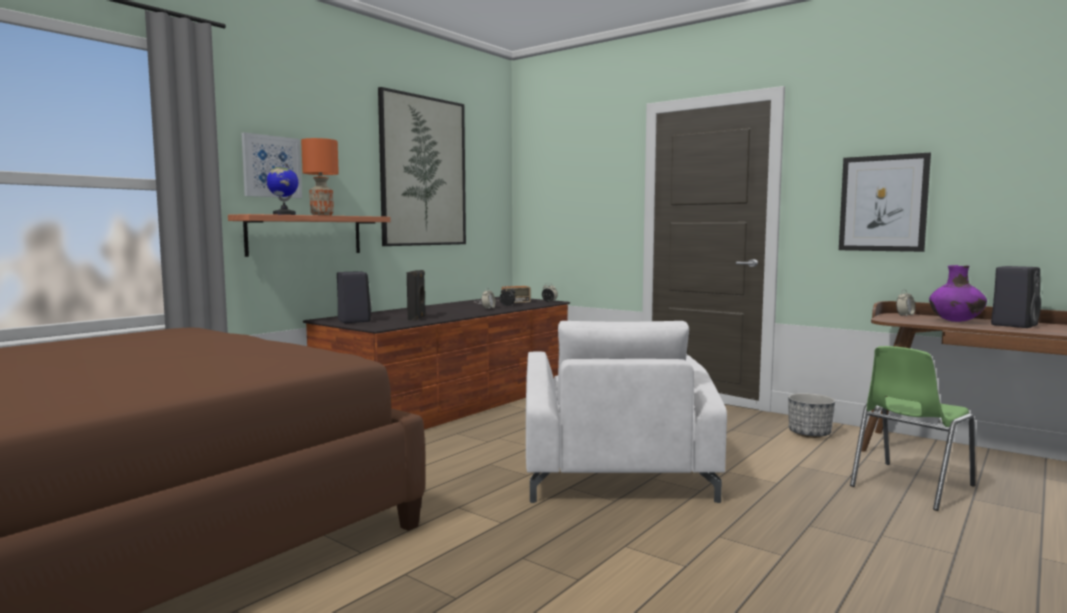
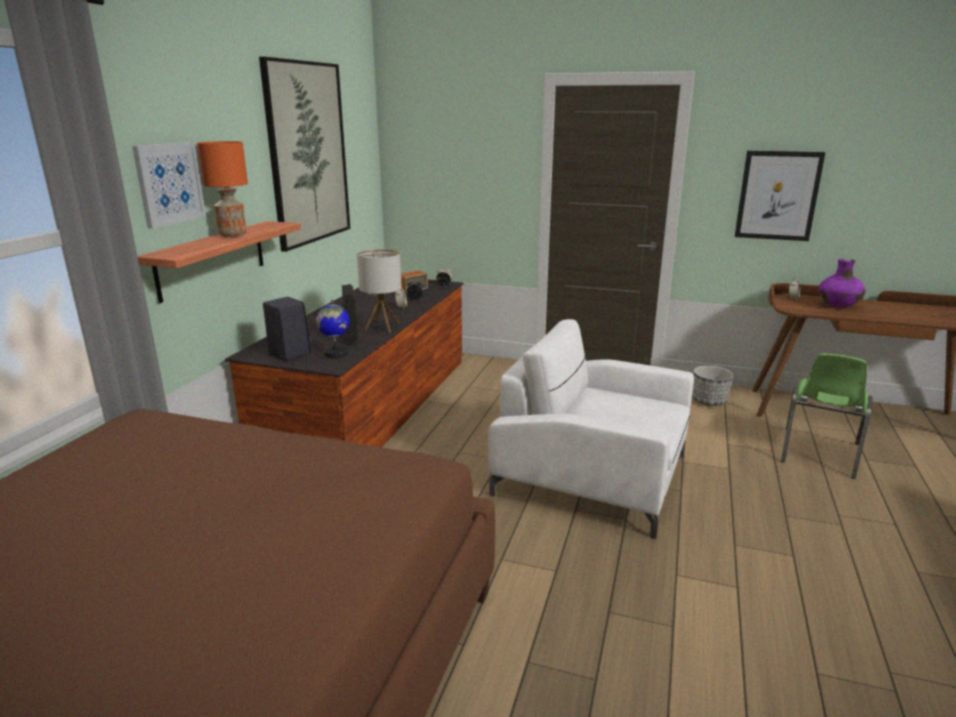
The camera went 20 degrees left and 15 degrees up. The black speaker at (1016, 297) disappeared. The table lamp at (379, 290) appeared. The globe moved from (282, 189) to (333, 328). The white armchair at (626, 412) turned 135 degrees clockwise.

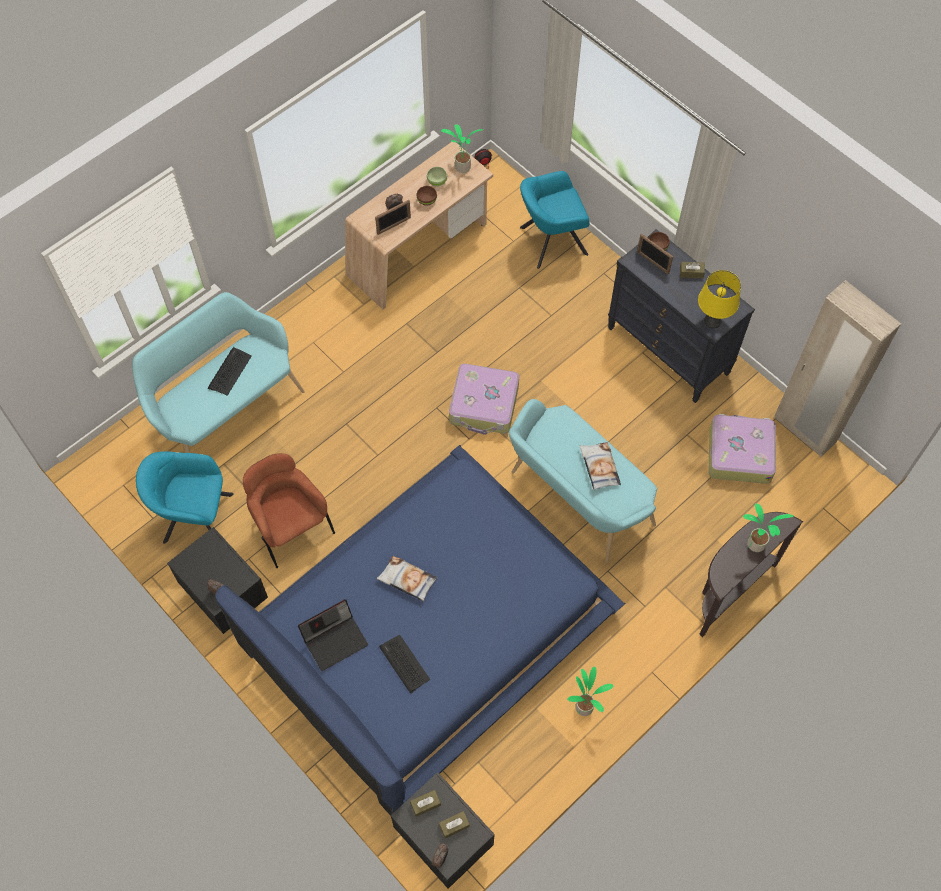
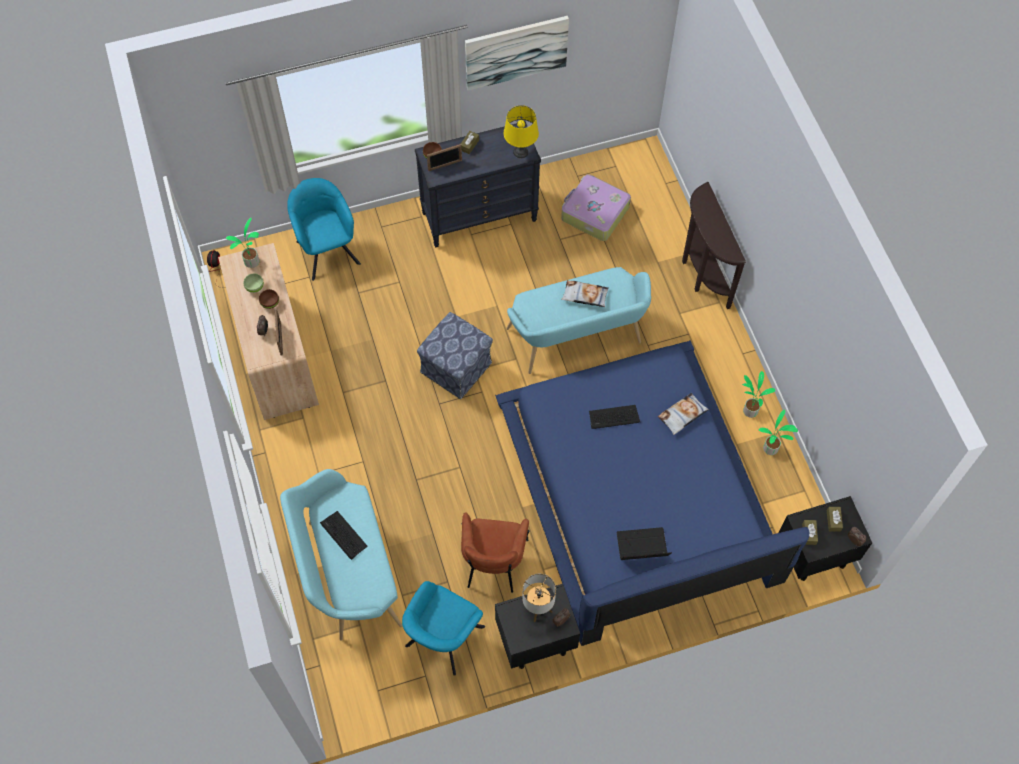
The camera went 65 degrees left and 0 degrees up. The beige wardrobe at (837, 368) disappeared. The picture at (517, 53) appeared. The table lamp at (539, 598) appeared. The pillow moved from (407, 579) to (683, 414). The keyboard moved from (404, 664) to (614, 417). The potted plant moved from (768, 527) to (778, 432). The suitcase at (484, 399) was replaced by the ottoman at (455, 355). The brown armchair at (289, 510) turned 75 degrees counterclockwise. The laptop at (333, 635) turned 90 degrees counterclockwise. The turquoise armchair at (555, 220) turned 150 degrees clockwise.

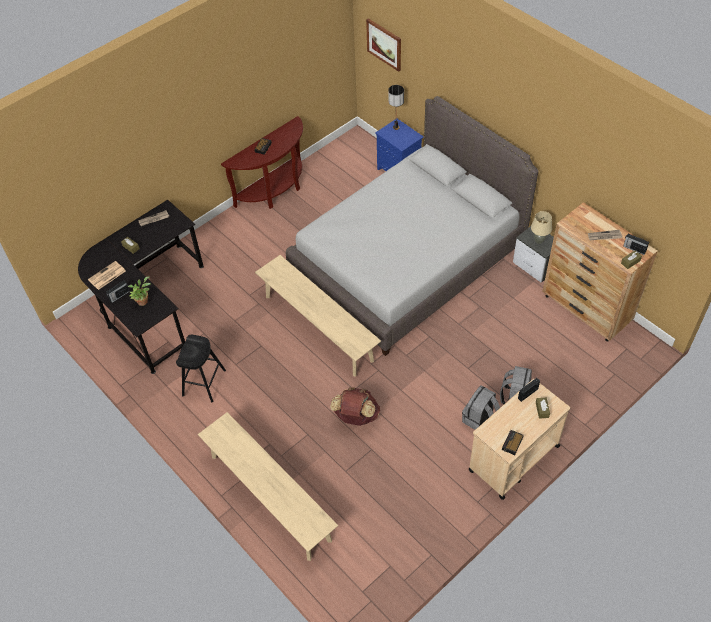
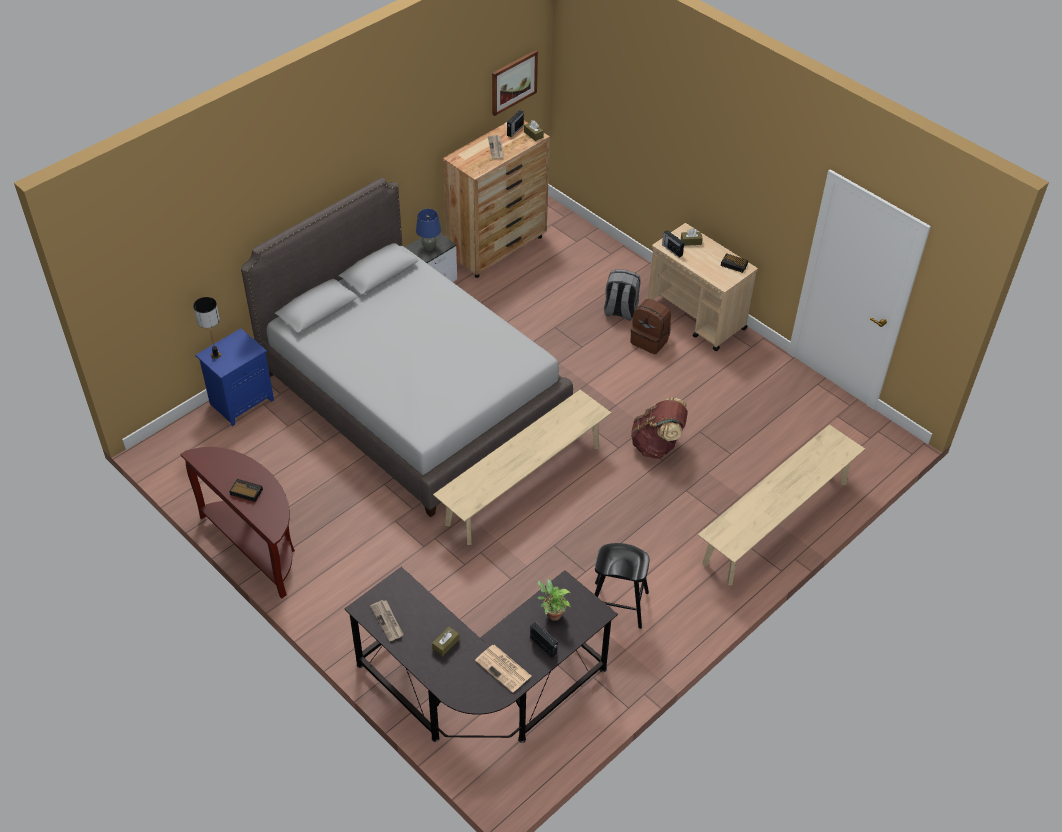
The camera went 95 degrees left and 5 degrees down. The picture moved from (383, 45) to (515, 83). The grey backpack at (481, 407) became the brown backpack at (650, 326). The beige table lamp at (541, 227) became the blue table lamp at (428, 230).

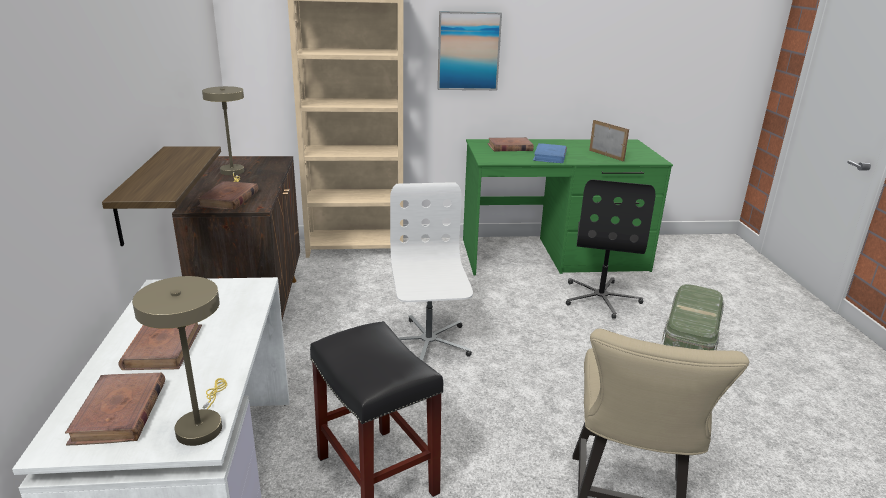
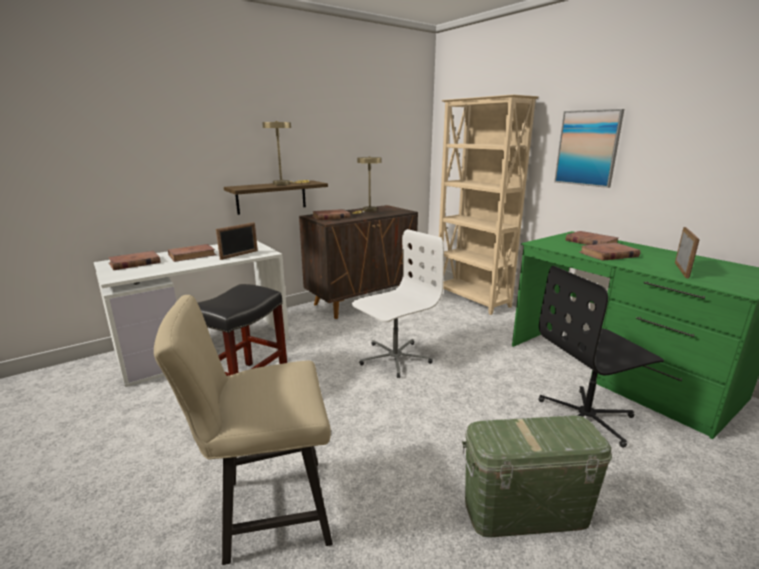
The camera went 60 degrees right and 5 degrees down. The picture frame at (237, 241) appeared. The beige table lamp moved from (179, 361) to (285, 153). The blue book at (550, 153) became the brown book at (610, 252).

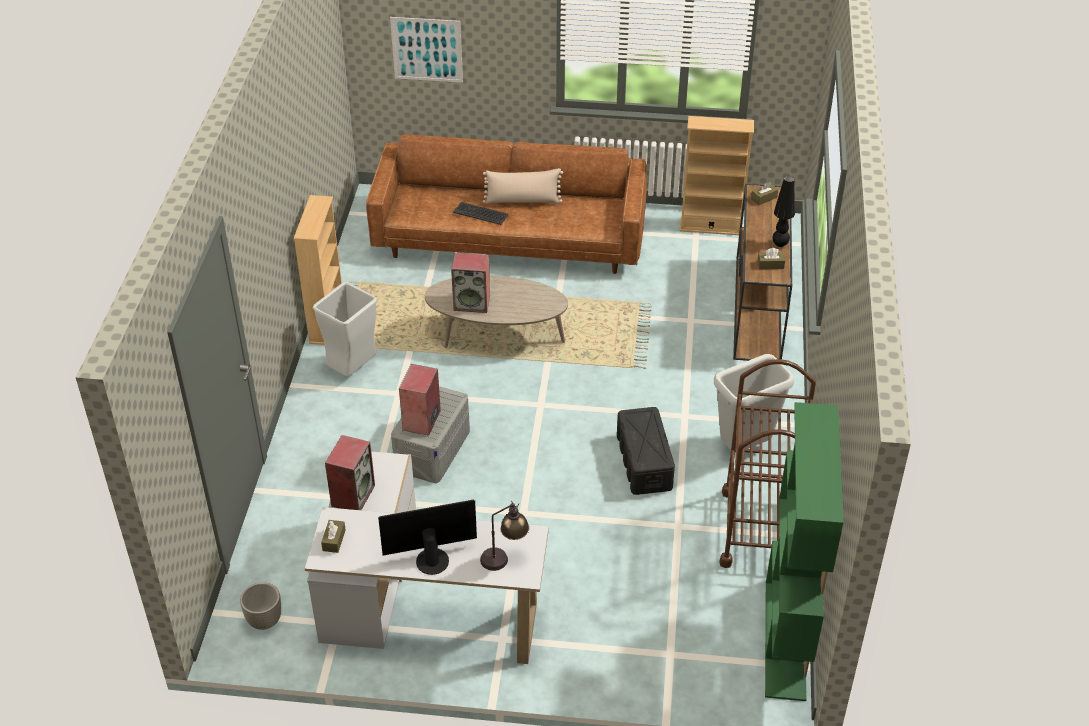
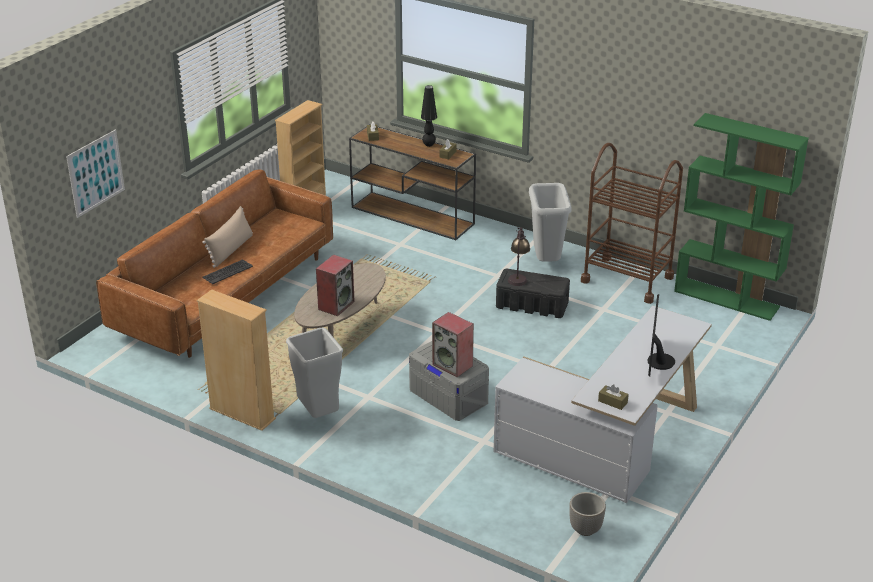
The camera went 65 degrees left and 10 degrees down. The speaker at (350, 472) disappeared. The table lamp moved from (504, 536) to (519, 256).

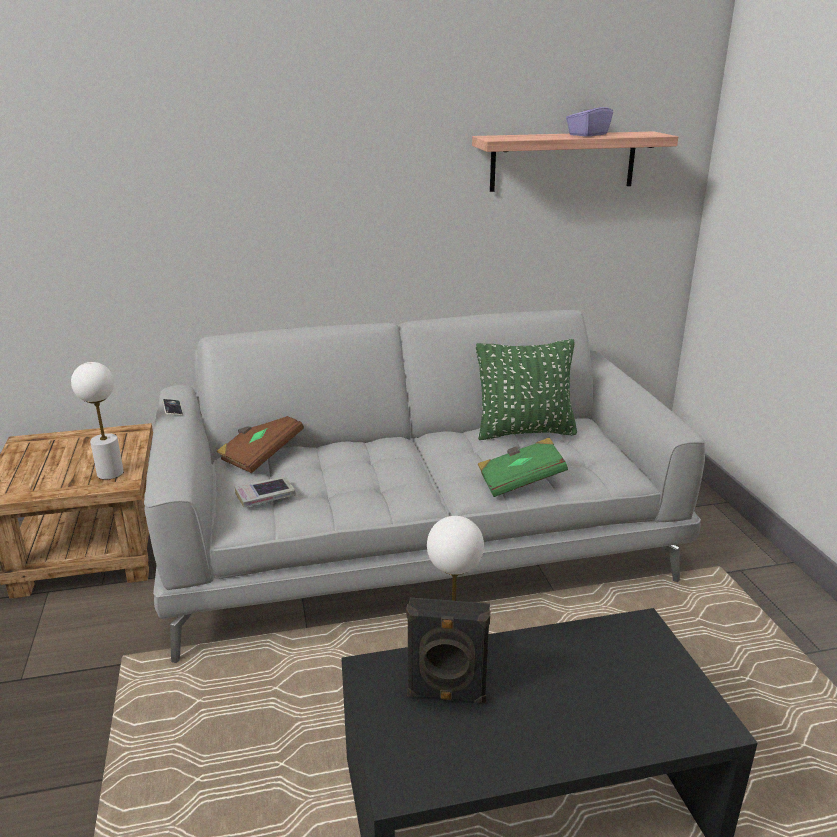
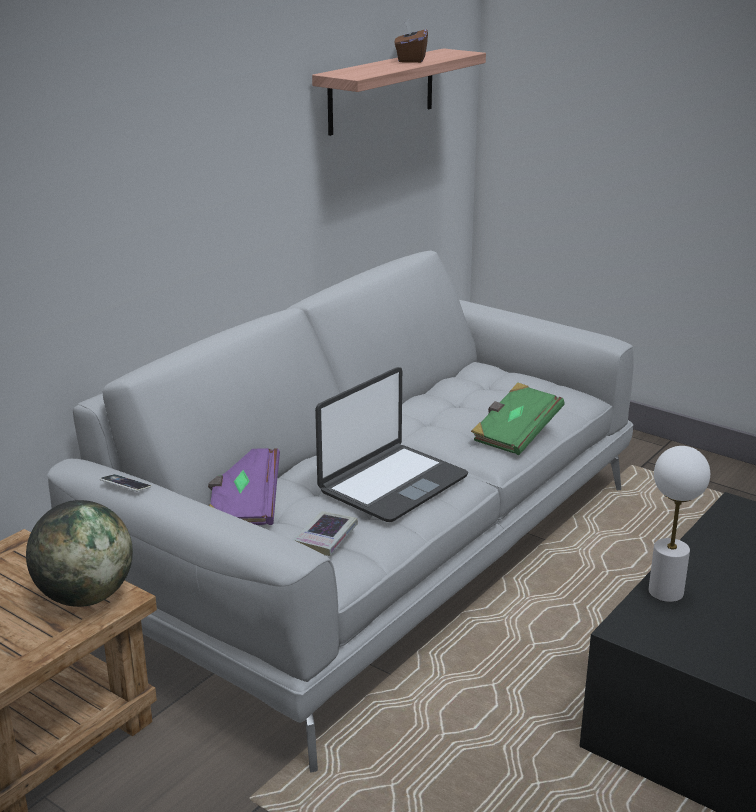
The camera went 40 degrees left and 0 degrees up. The black speaker at (448, 650) disappeared. The green pillow at (526, 389) disappeared. The laptop at (391, 444) appeared. The white table lamp at (97, 421) was replaced by the globe at (79, 553). The brown book at (260, 444) became the purple book at (244, 486). The purple tissue box at (589, 117) became the brown tissue box at (411, 41).

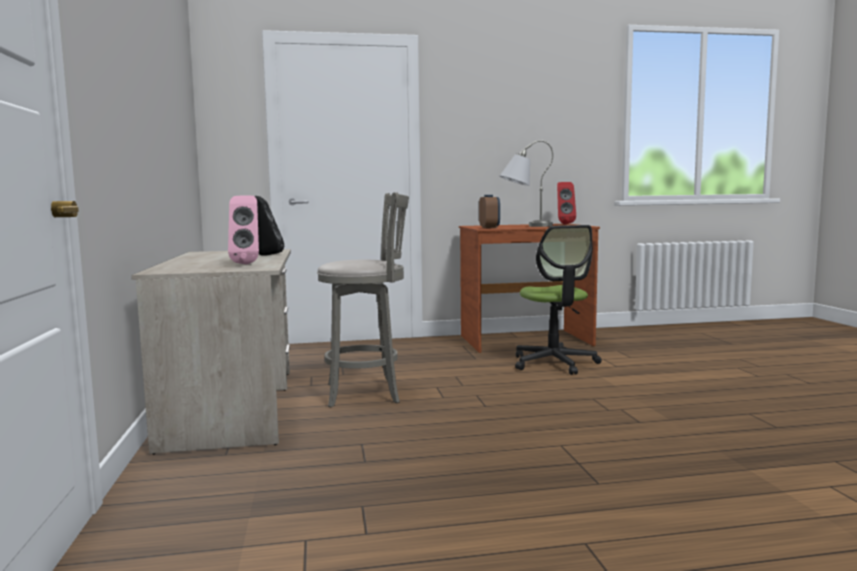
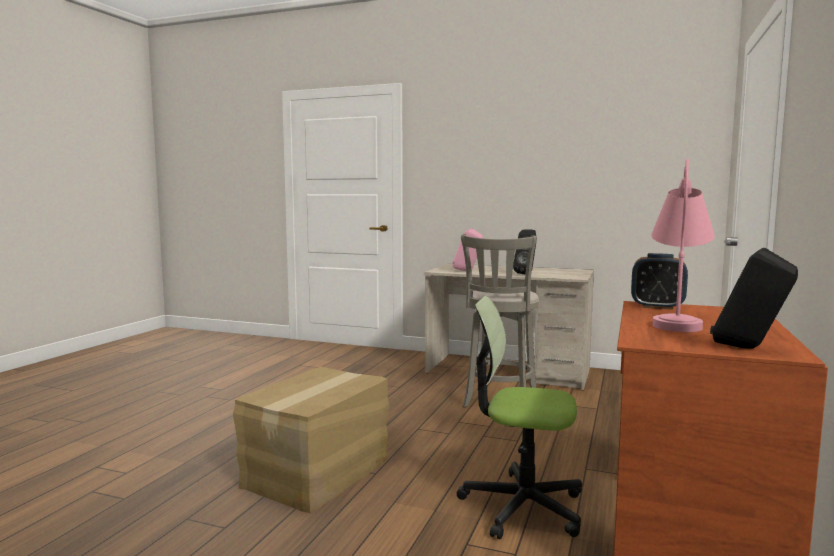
The camera went 120 degrees right and 0 degrees up. The cardboard box at (311, 440) appeared. The grey table lamp at (526, 183) became the pink table lamp at (683, 245). The red speaker at (566, 203) became the black speaker at (754, 298).

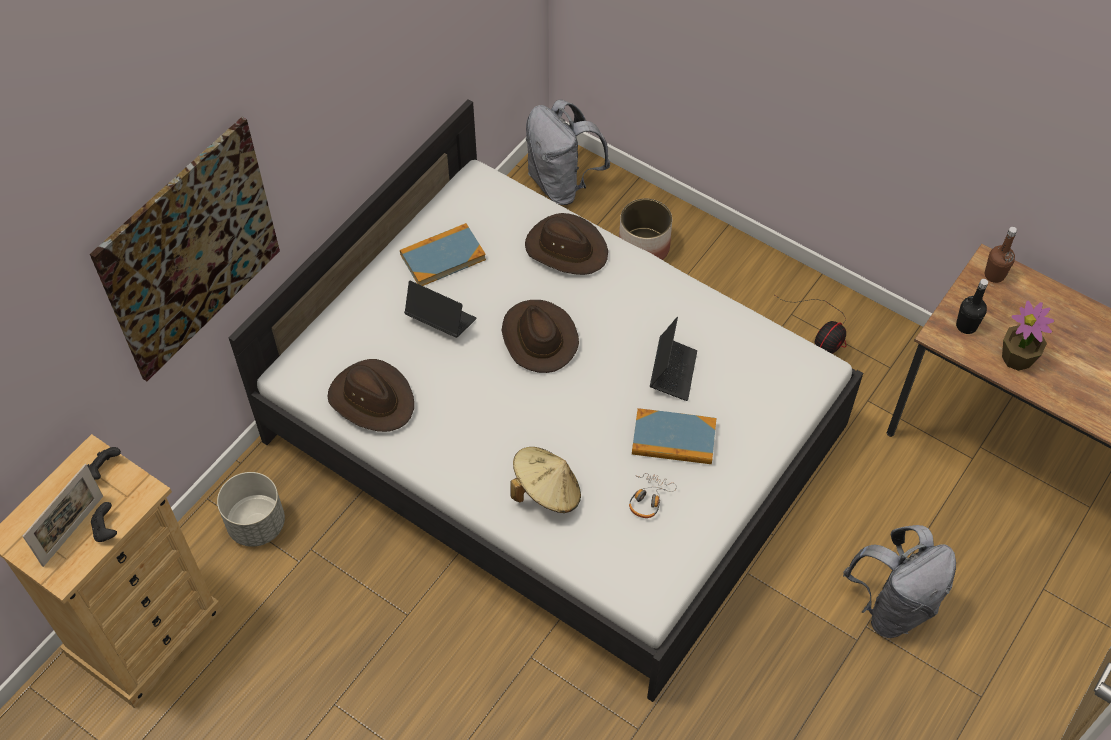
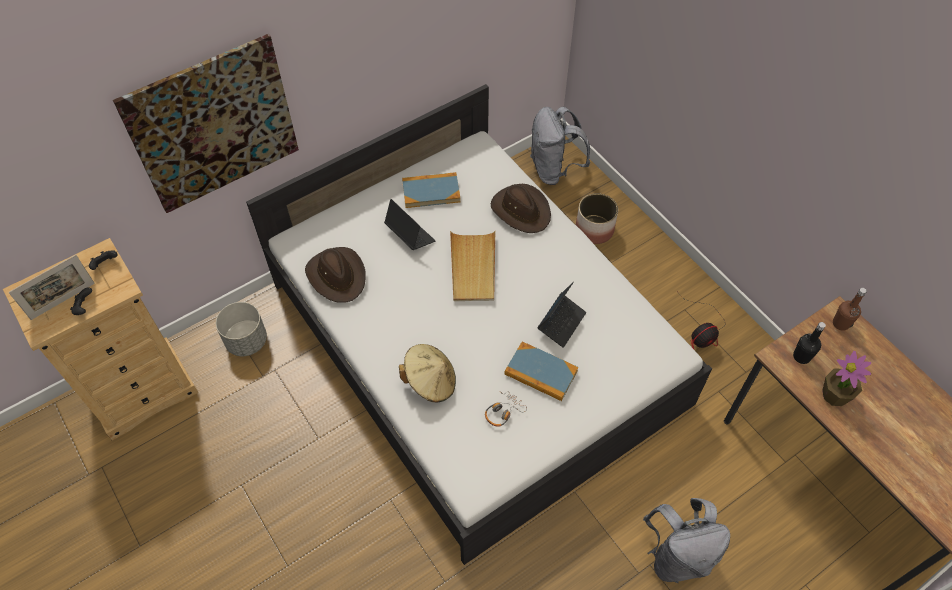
The camera went 20 degrees right and 0 degrees up. The brown hat at (540, 336) was replaced by the beige tray at (472, 266).

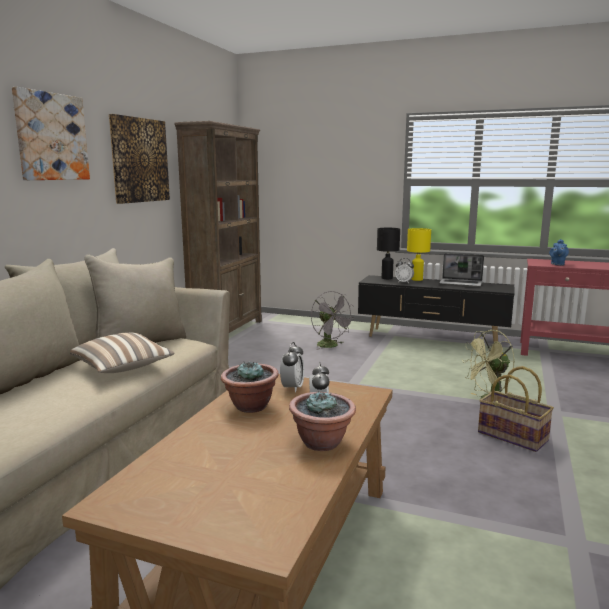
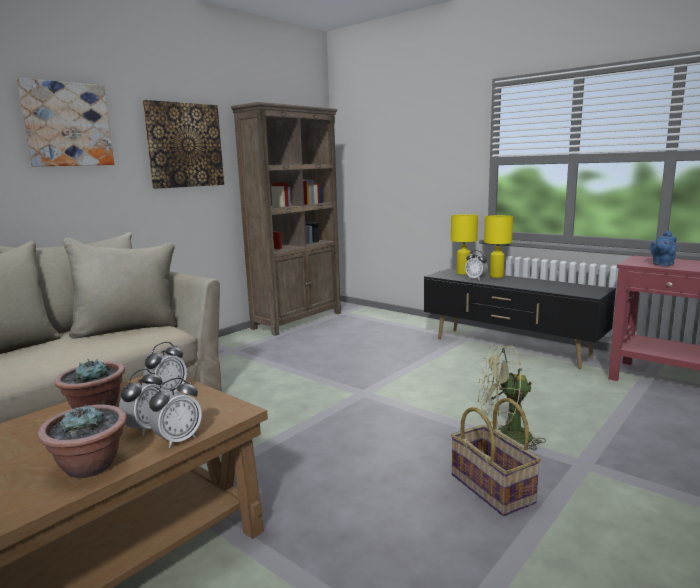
The camera went 20 degrees right and 0 degrees up. The pillow at (122, 352) disappeared. The grey fan at (333, 320) disappeared. The laptop at (461, 270) disappeared. The alarm clock at (175, 413) appeared. The black table lamp at (388, 253) became the yellow table lamp at (464, 244).

